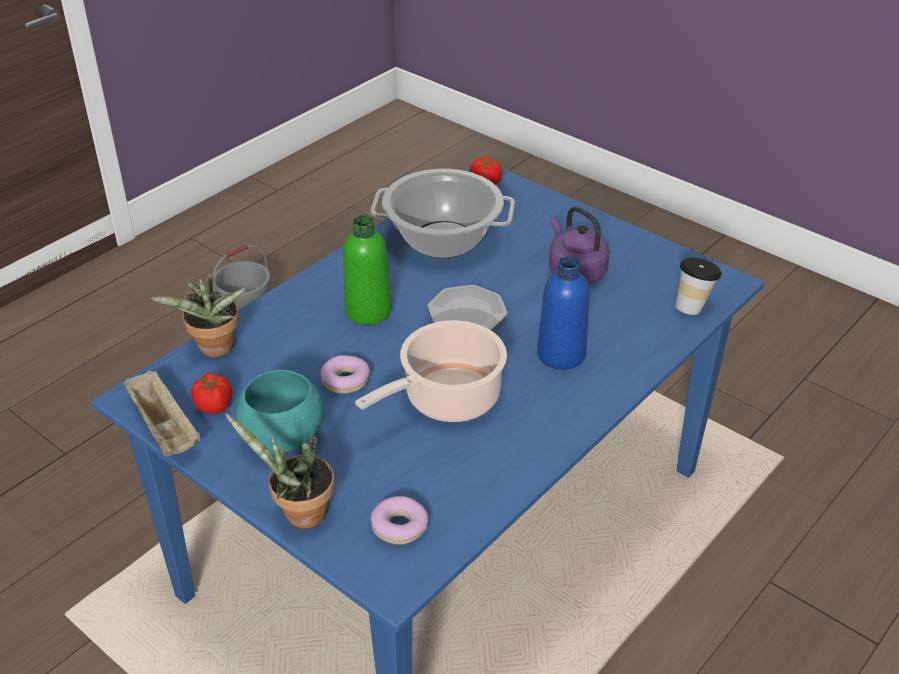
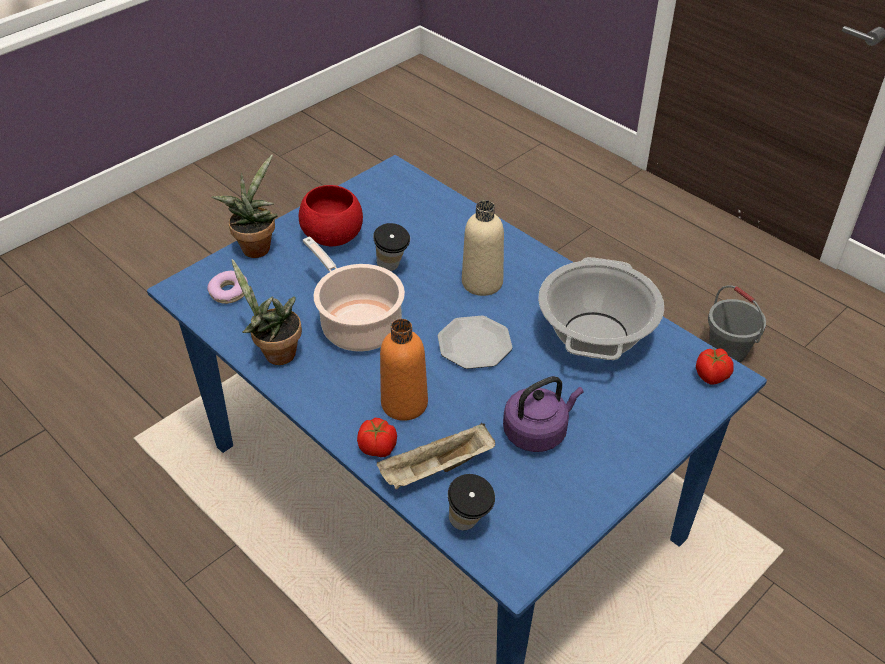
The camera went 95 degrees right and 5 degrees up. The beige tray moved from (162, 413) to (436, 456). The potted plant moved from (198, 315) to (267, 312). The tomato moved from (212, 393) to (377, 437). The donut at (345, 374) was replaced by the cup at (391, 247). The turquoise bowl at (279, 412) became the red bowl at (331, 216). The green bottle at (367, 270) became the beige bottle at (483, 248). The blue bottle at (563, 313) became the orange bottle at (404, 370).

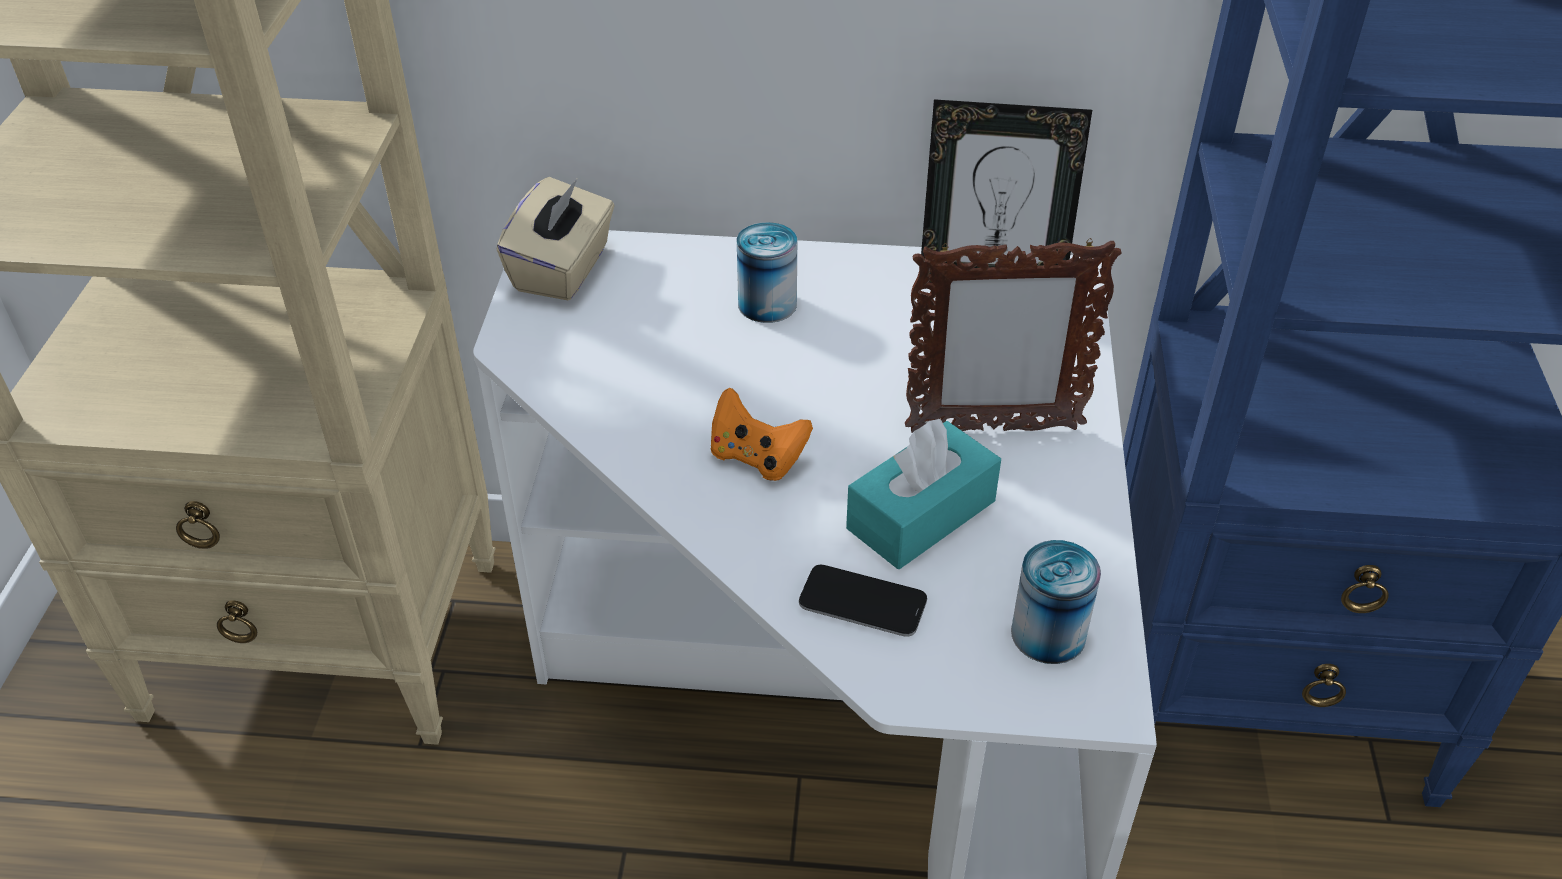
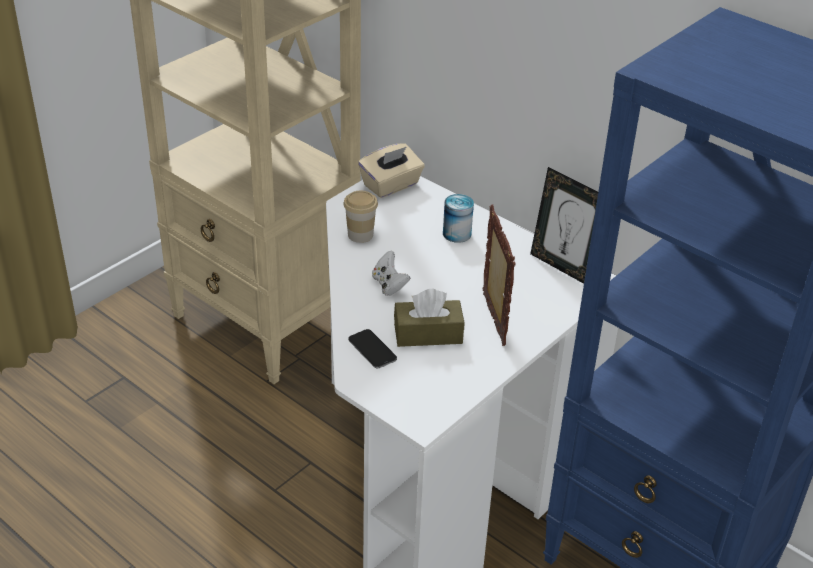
The camera went 35 degrees right and 5 degrees down. The can at (1056, 602) disappeared. The cup at (361, 217) appeared. The orange game controller at (762, 434) became the white game controller at (391, 273). The turquoise tissue box at (923, 494) became the brown tissue box at (429, 317). The picture frame at (1013, 335) turned 135 degrees counterclockwise.

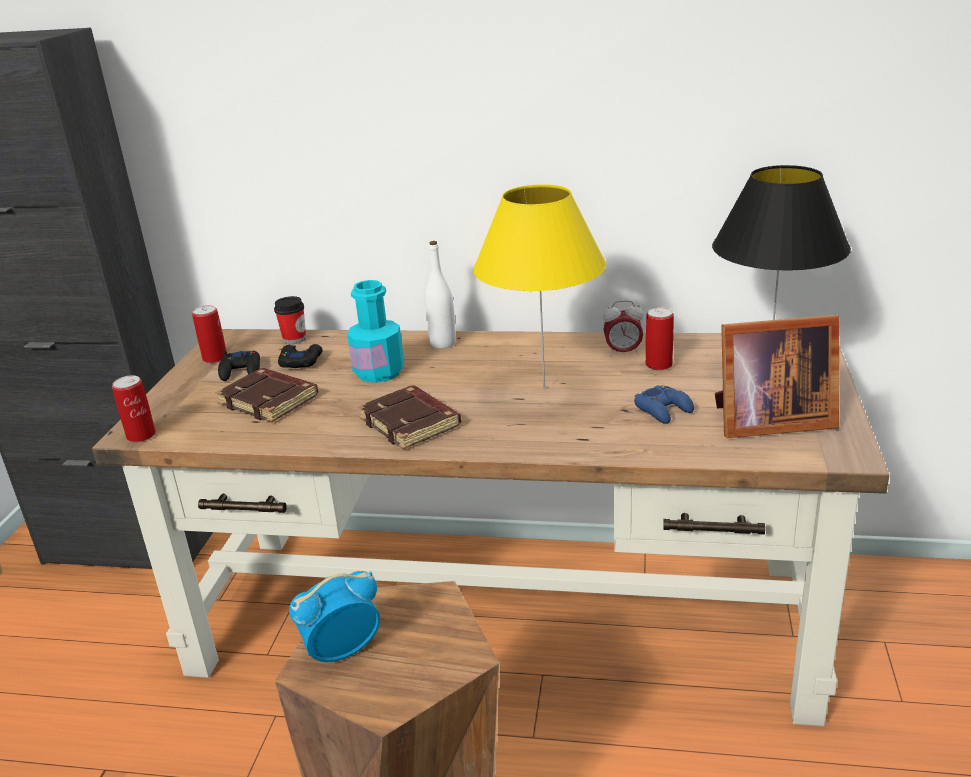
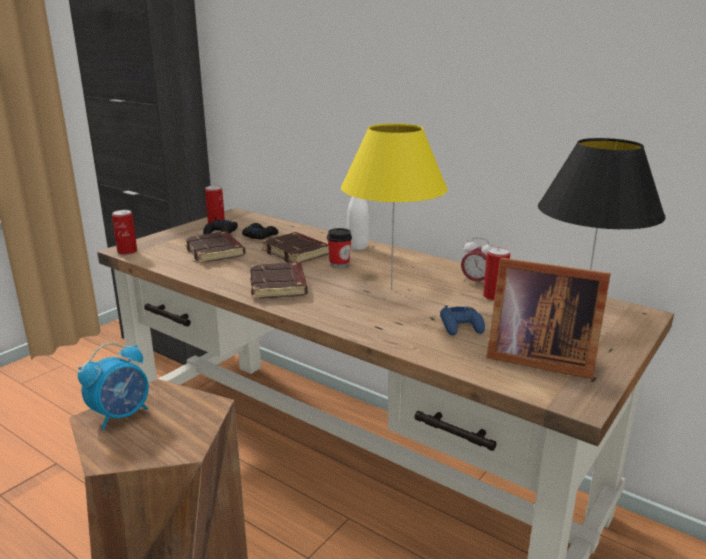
The camera went 25 degrees right and 5 degrees down. The cup moved from (290, 320) to (339, 248). The turquoise bottle at (375, 331) was replaced by the brown book at (295, 247). The alarm clock at (334, 616) turned 135 degrees clockwise.

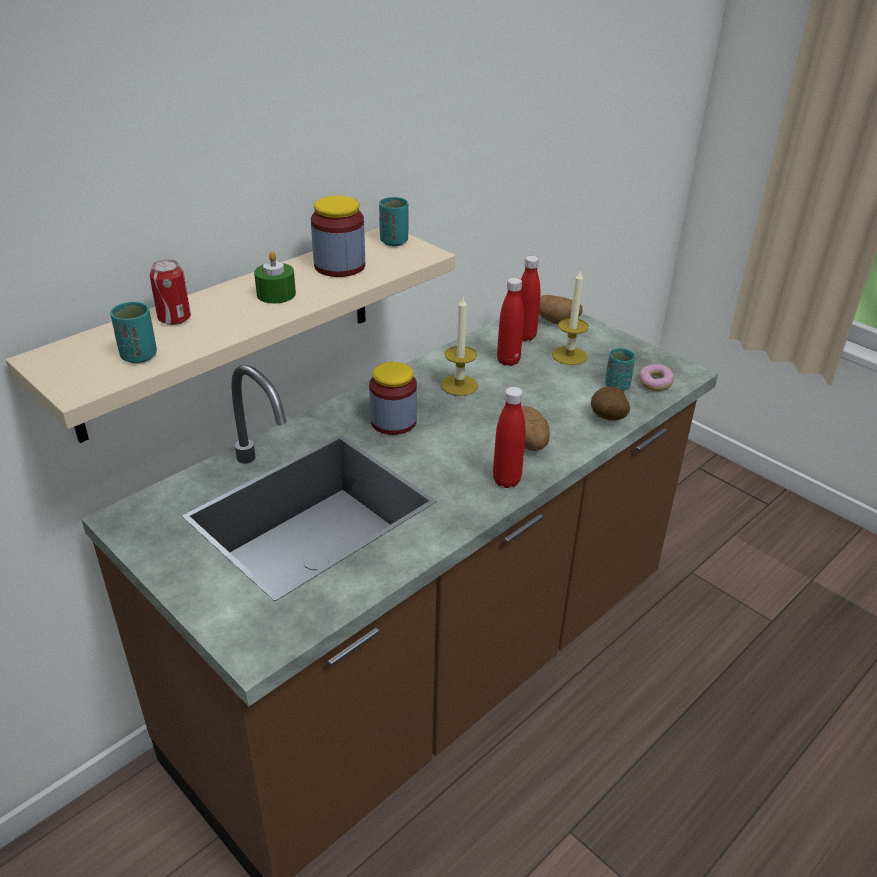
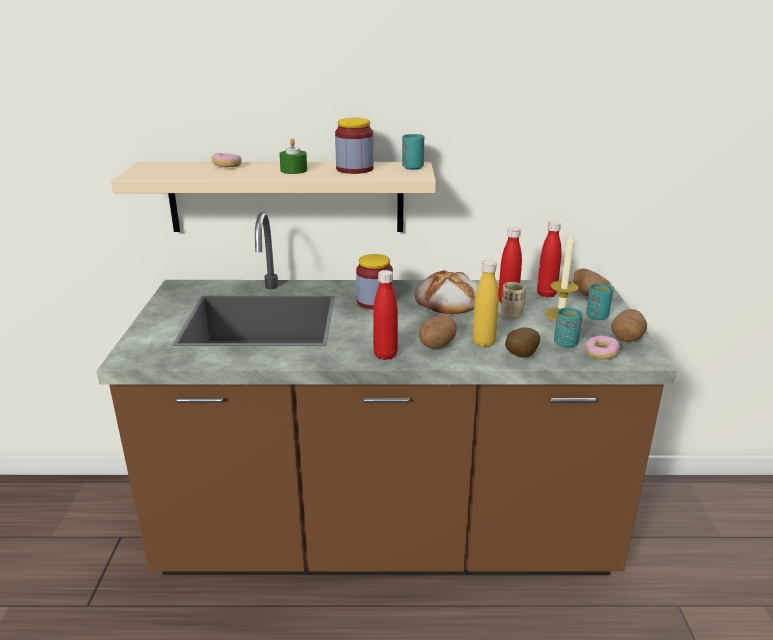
The camera went 45 degrees right and 10 degrees down. The yellow bottle at (485, 303) appeared. The beige cup at (513, 300) appeared. The potato at (629, 325) appeared. The turquoise cup moved from (133, 332) to (599, 301). The can at (170, 292) was replaced by the donut at (227, 160). The candle at (459, 346) was replaced by the bread at (446, 292).

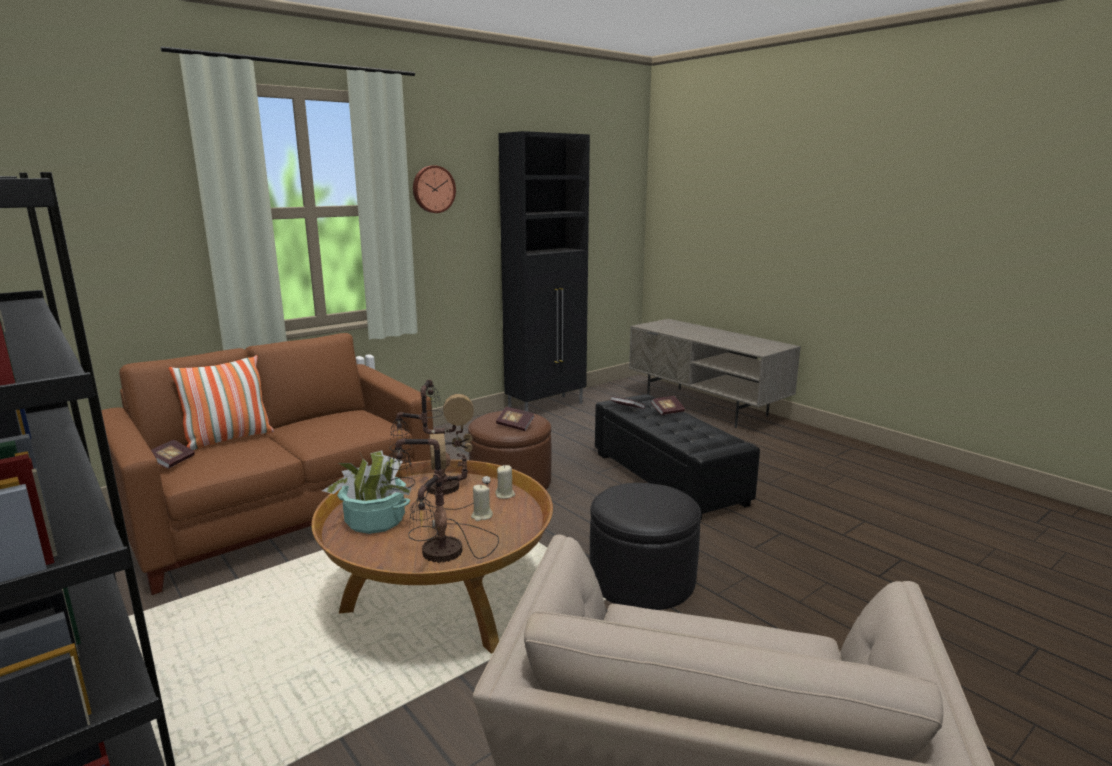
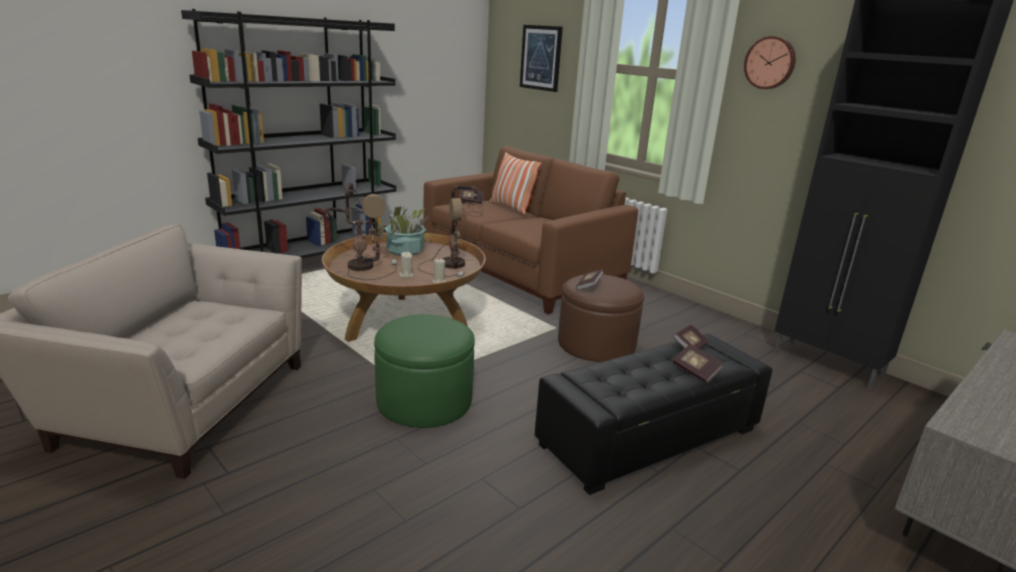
The camera went 85 degrees right and 5 degrees up. The picture at (541, 58) appeared. The black ottoman at (645, 546) became the green ottoman at (424, 371).

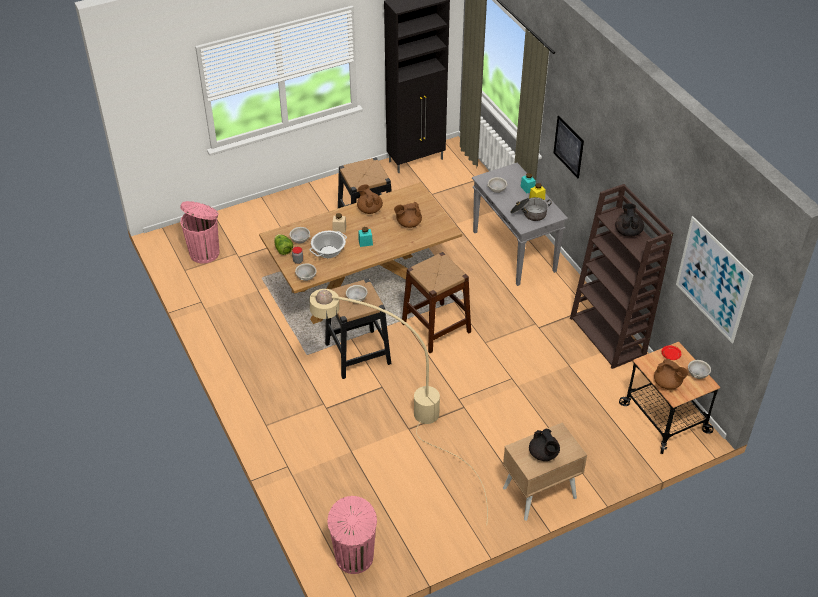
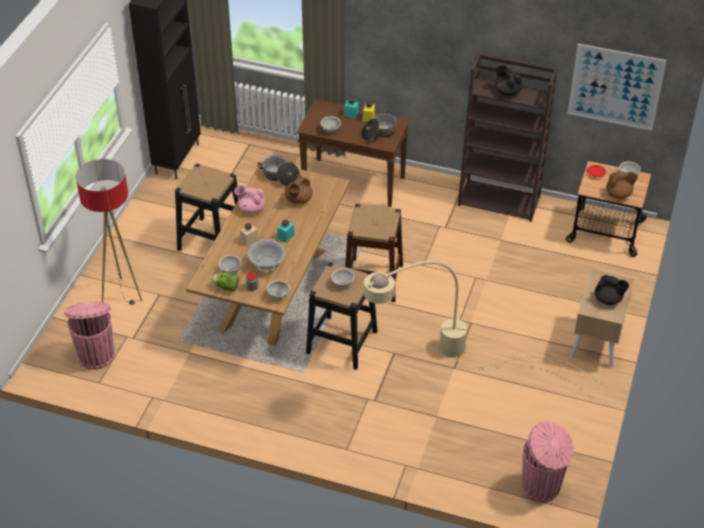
The camera went 45 degrees left and 0 degrees up. The picture at (569, 147) disappeared. The floor lamp at (109, 232) appeared. The cooking pot at (278, 171) appeared. The brown teapot at (370, 199) became the pink teapot at (250, 199). The grey console table at (520, 224) became the brown console table at (353, 153).

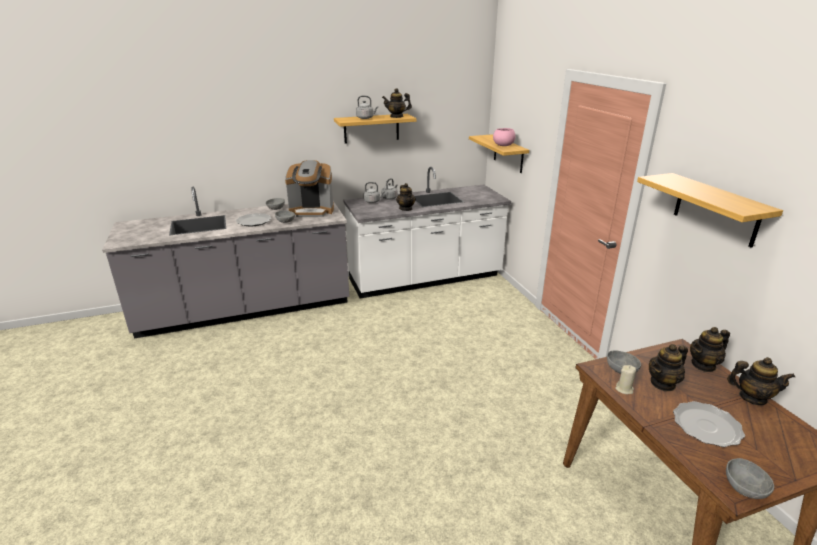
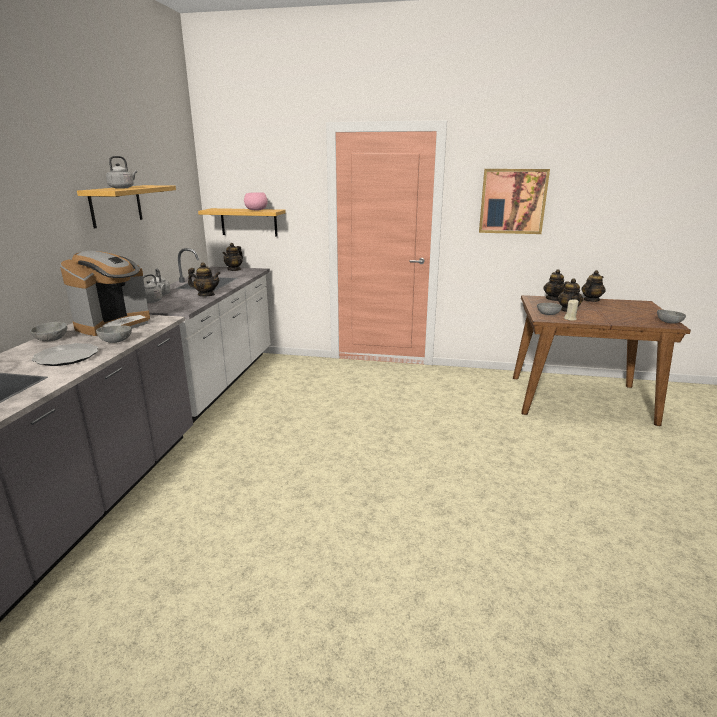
The camera went 60 degrees left and 5 degrees down. The plate at (709, 424) disappeared. The teapot moved from (397, 103) to (233, 257). The shelf at (710, 210) was replaced by the picture at (514, 201).

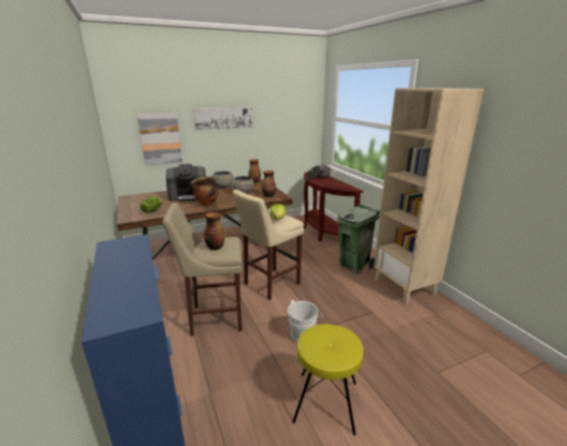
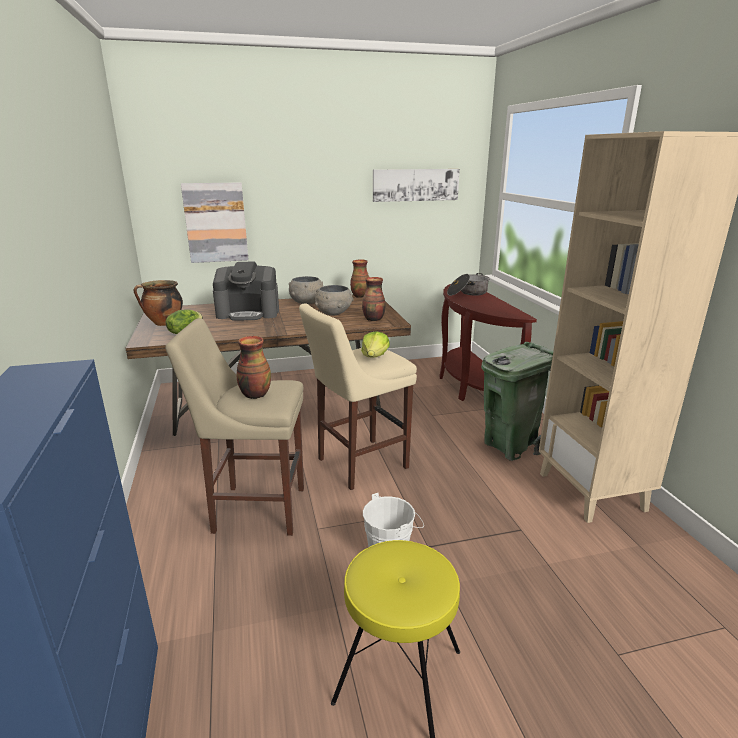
The camera went 10 degrees right and 0 degrees up. The cooking pot moved from (205, 191) to (158, 303). The picture moved from (222, 118) to (416, 185).

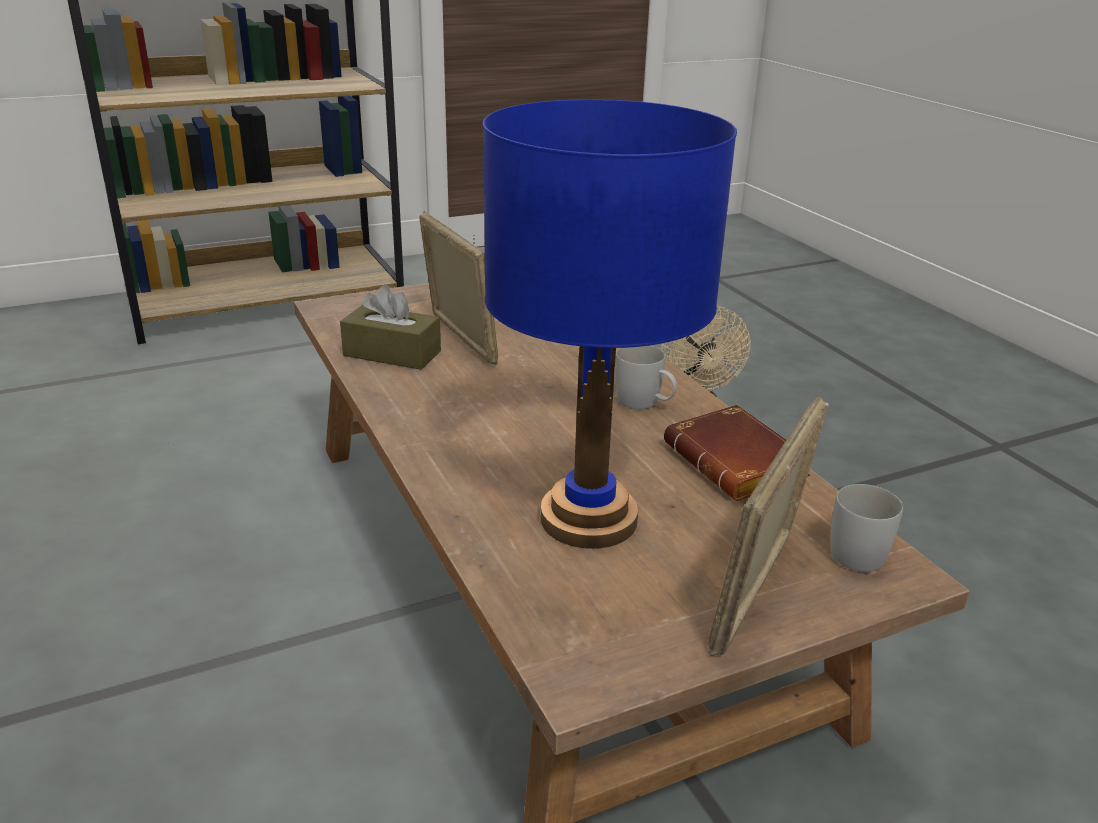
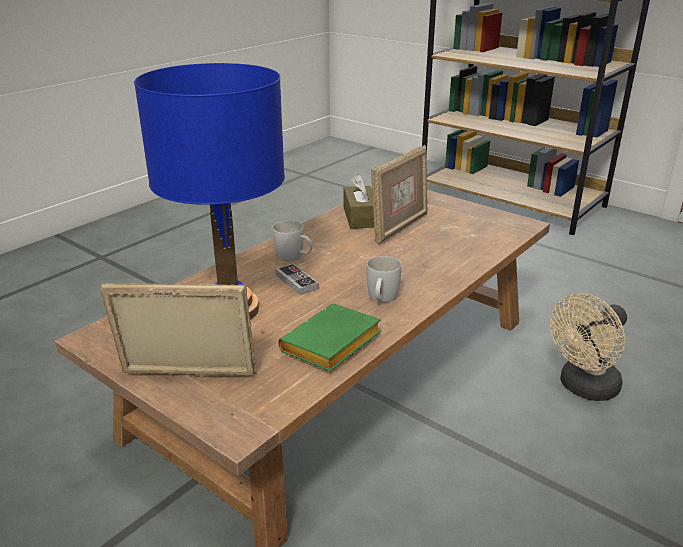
The camera went 65 degrees right and 0 degrees up. The game controller at (297, 279) appeared. The white mug moved from (867, 528) to (293, 240). The brown book at (737, 453) became the green book at (329, 337).

